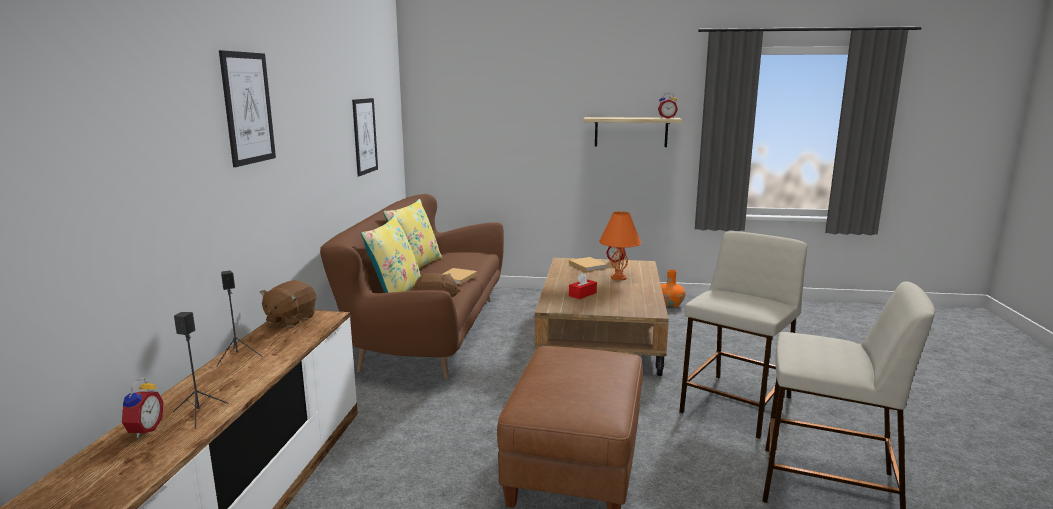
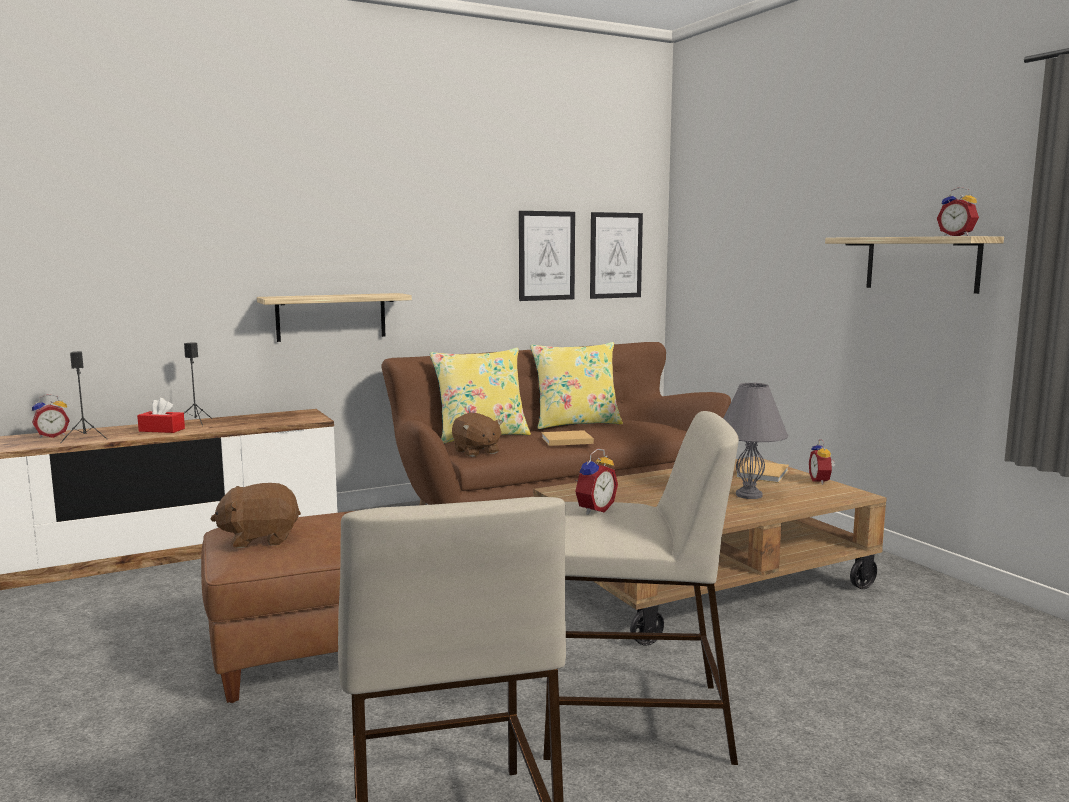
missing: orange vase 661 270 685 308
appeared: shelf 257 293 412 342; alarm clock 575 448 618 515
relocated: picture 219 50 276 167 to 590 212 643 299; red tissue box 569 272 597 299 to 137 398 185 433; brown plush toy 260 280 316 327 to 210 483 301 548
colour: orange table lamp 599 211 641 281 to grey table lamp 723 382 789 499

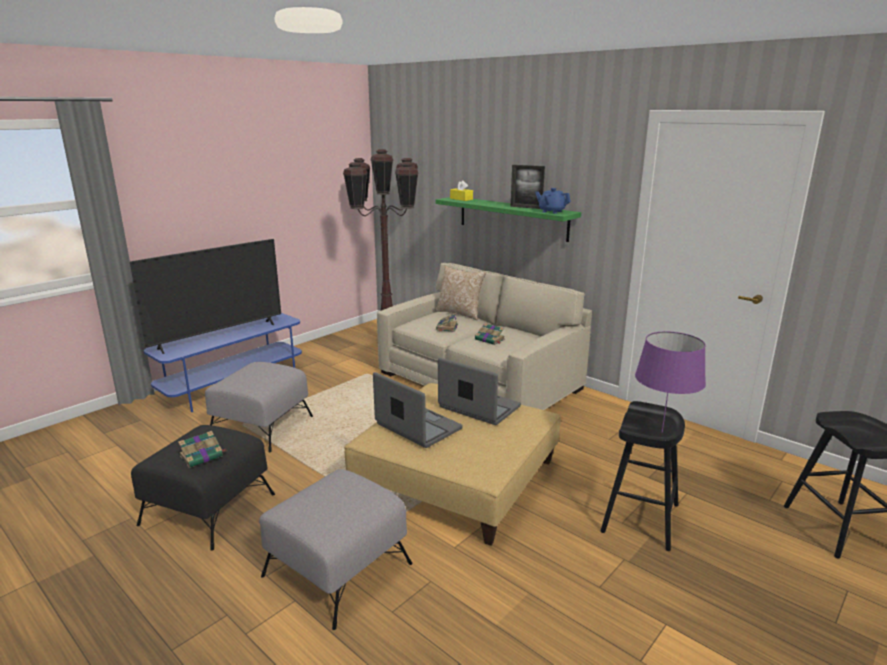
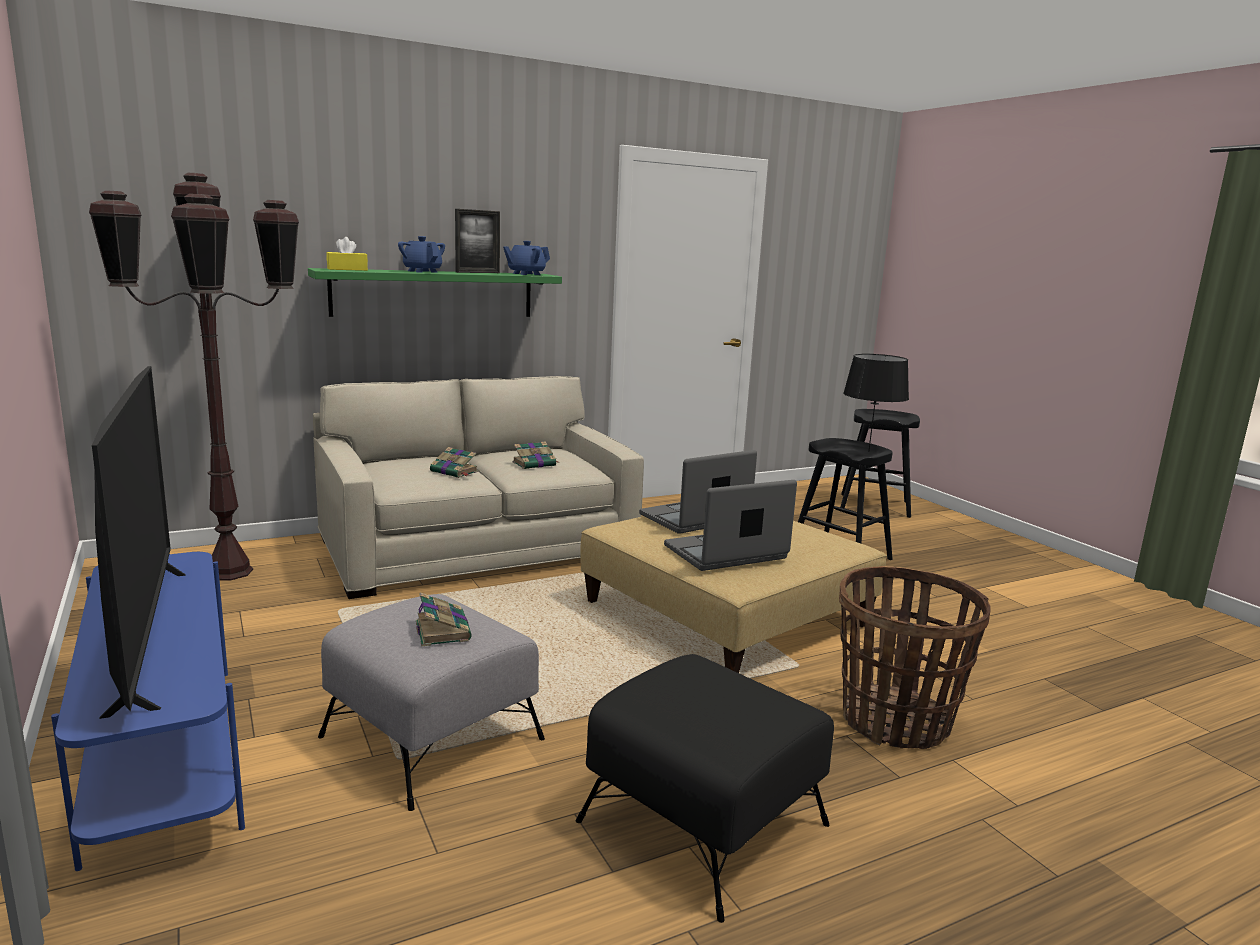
missing: pillow 435 266 486 320
appeared: blue teapot 398 236 445 273
relocated: book 178 431 228 468 to 416 592 472 646
exchanged: grey ottoman 259 469 412 630 to basket 839 566 991 749
colour: purple table lamp 635 331 706 433 to black table lamp 843 354 909 452

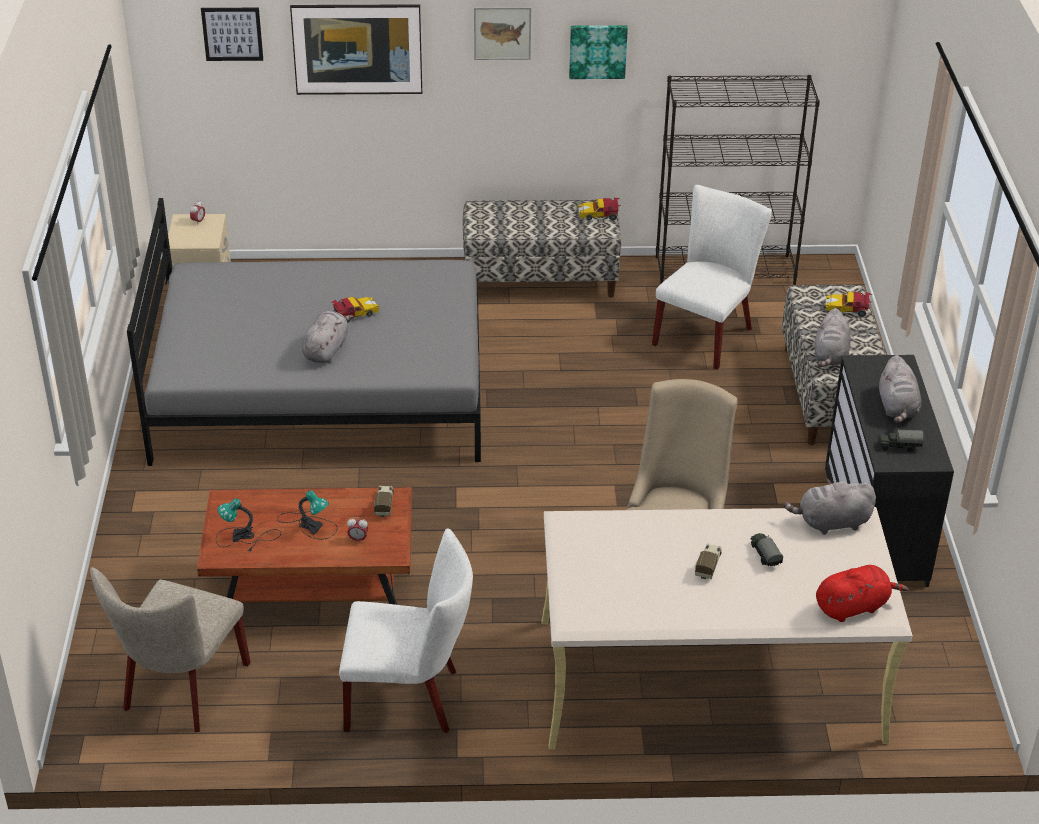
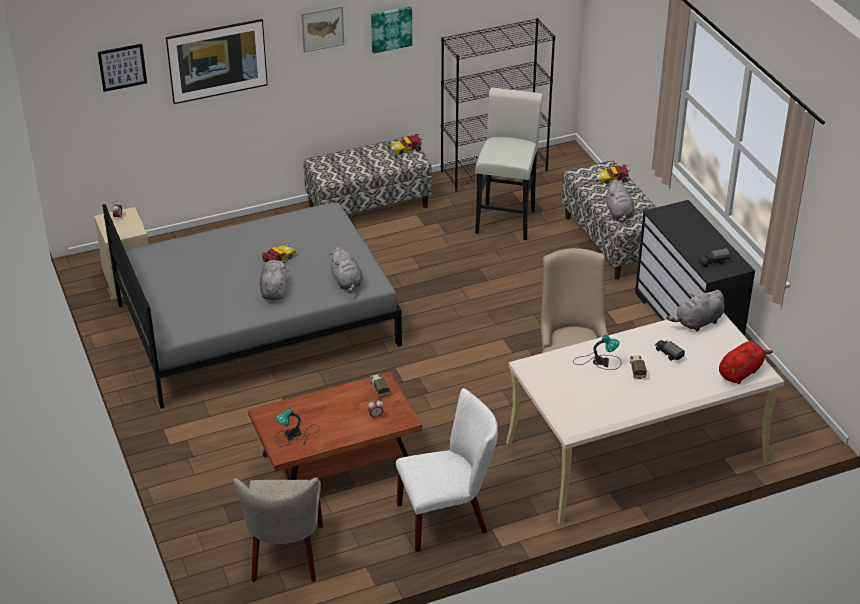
relocated: grey plush toy 879 355 921 423 to 329 247 363 293; table lamp 277 490 337 539 to 573 335 621 370
exchanged: white chair 652 185 772 370 to white stool 475 88 543 240

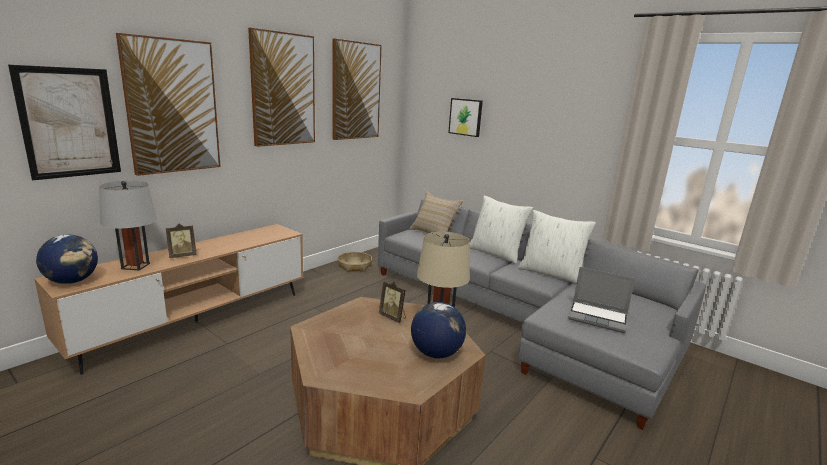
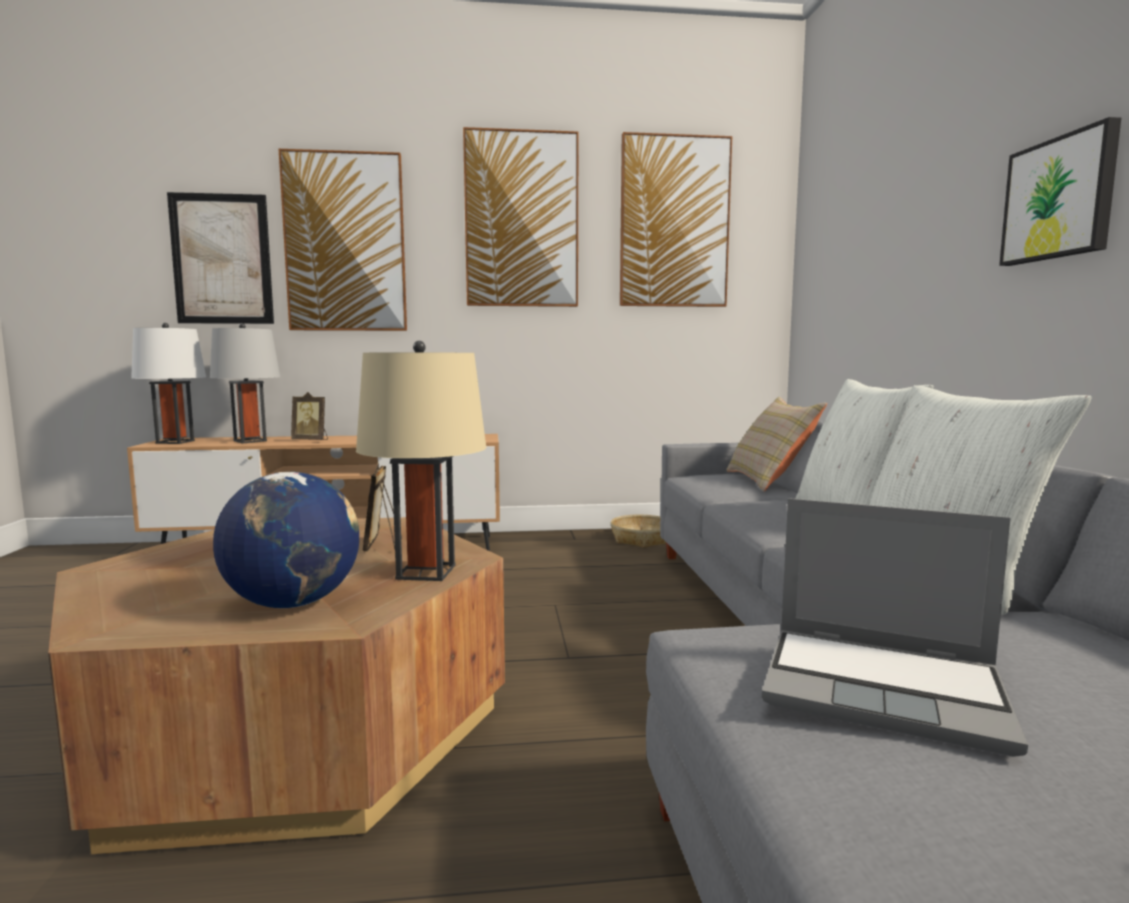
relocated: picture 448 98 483 137 to 999 117 1121 266
exchanged: globe 36 235 98 284 to white table lamp 131 323 206 444
spun: laptop 568 267 635 333 = 762 498 1028 757 45 degrees counterclockwise

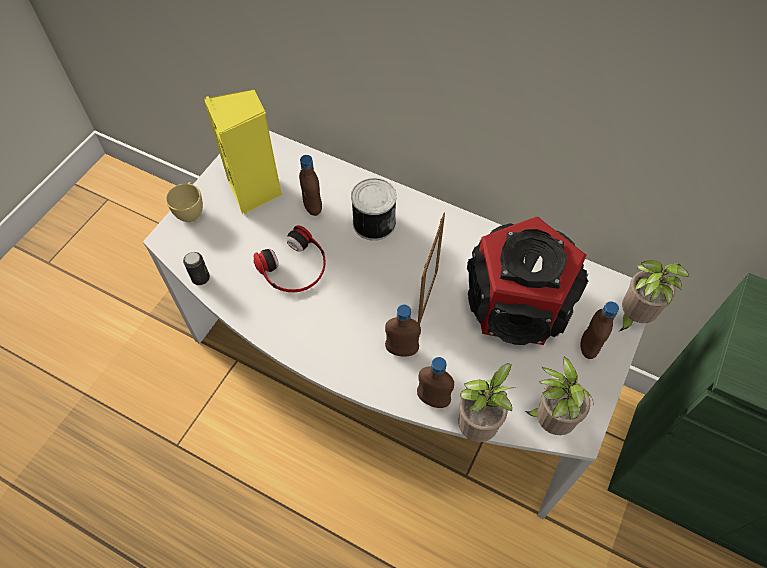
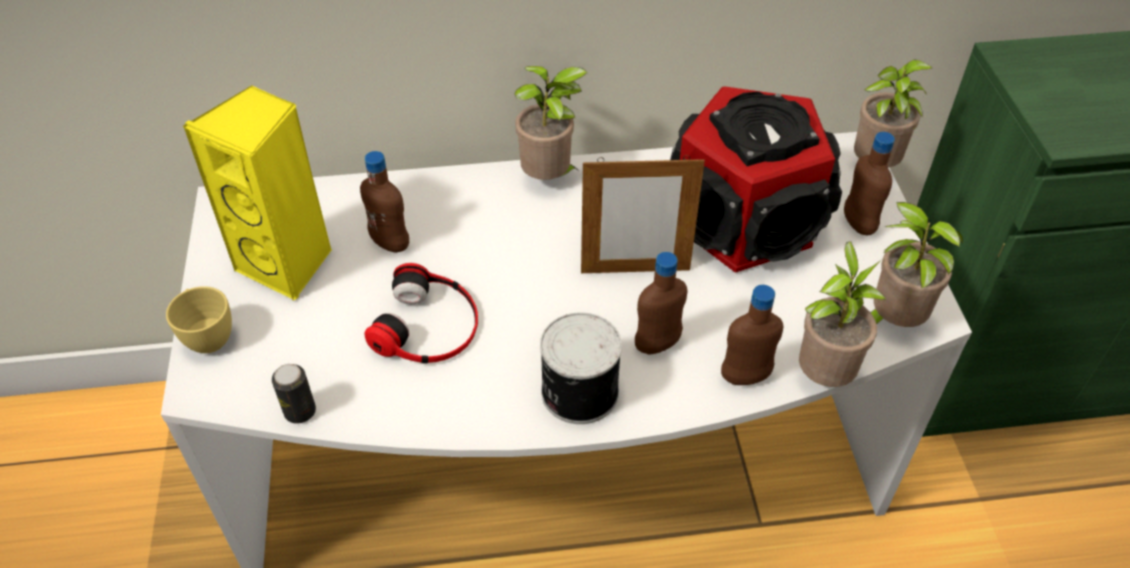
appeared: potted plant 515 66 587 180
relocated: can 351 178 397 241 to 540 312 622 424
spun: picture frame 418 213 445 324 = 581 155 705 273 105 degrees clockwise

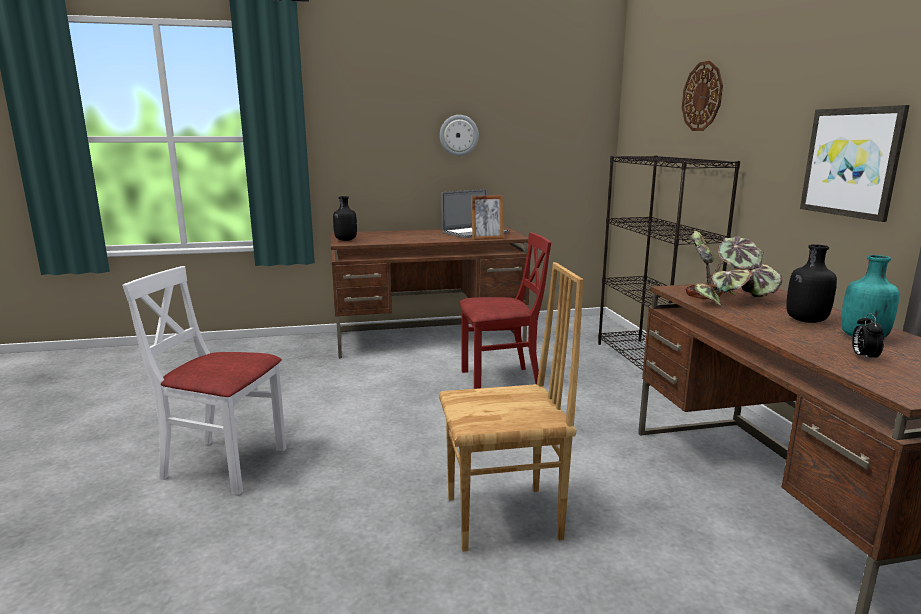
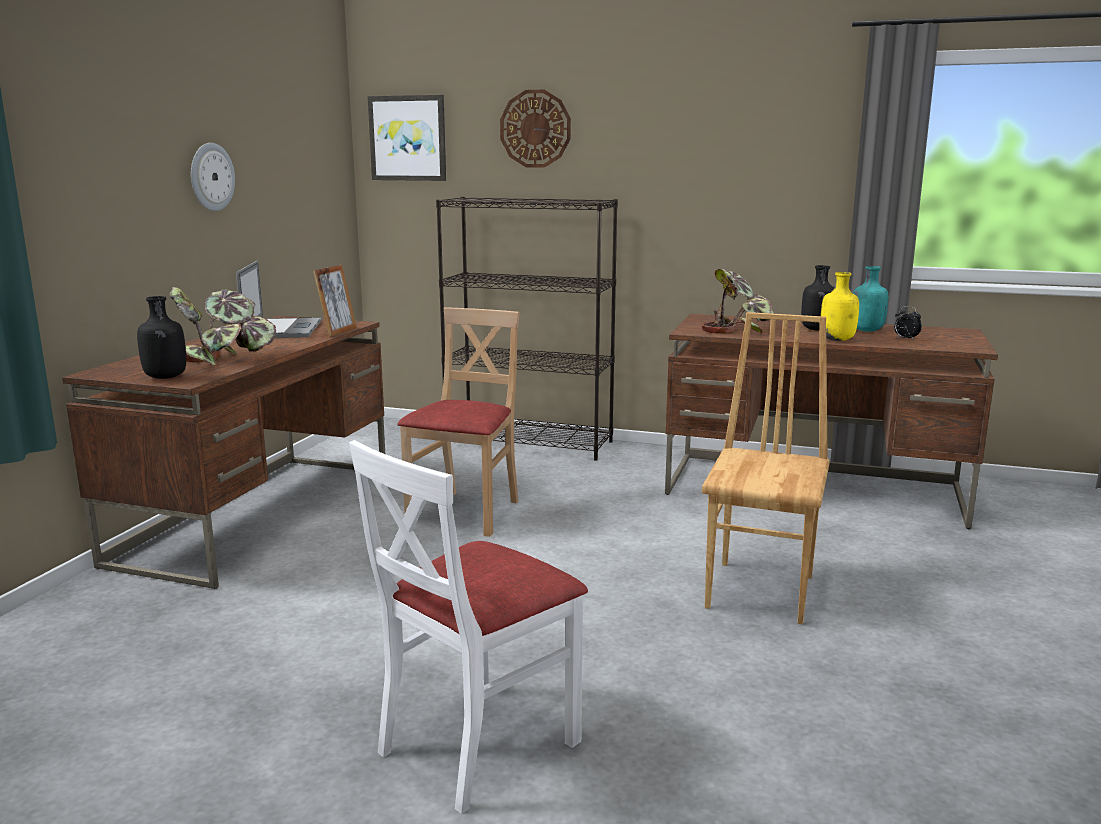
appeared: yellow bottle 821 272 859 341; potted plant 169 287 276 366
relocated: picture 800 105 910 222 to 368 95 446 181
colour: red chair 459 232 551 389 to beige chair 397 307 520 537

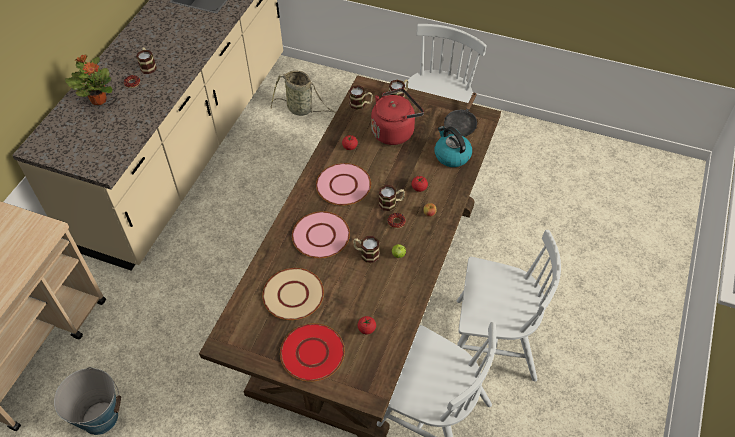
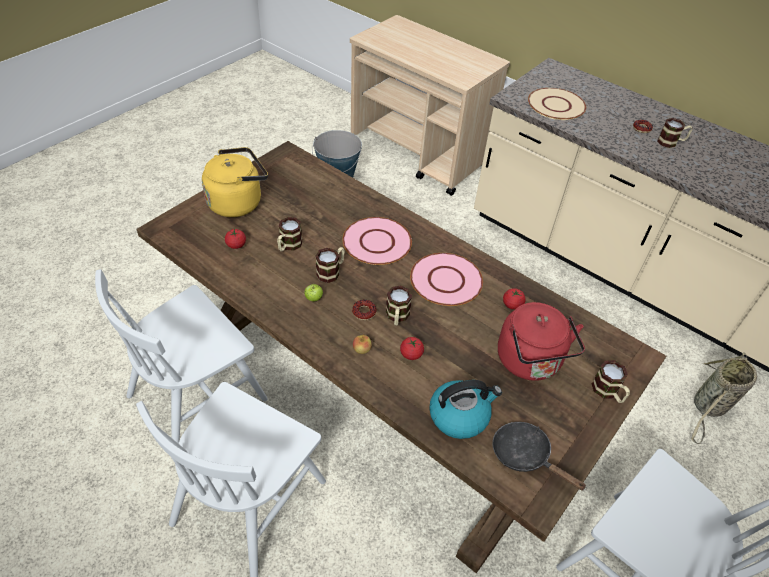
missing: potted plant 65 54 113 105
relocated: mug 349 85 373 110 to 277 217 302 252; beige plate 262 268 324 320 to 528 88 586 120
exchanged: red plate 280 323 345 382 to yellow kettle 202 147 268 217

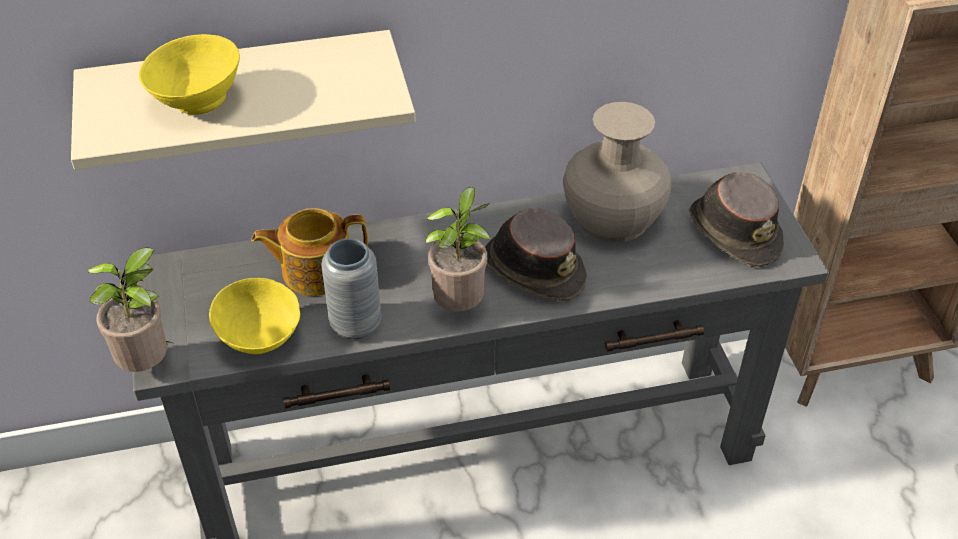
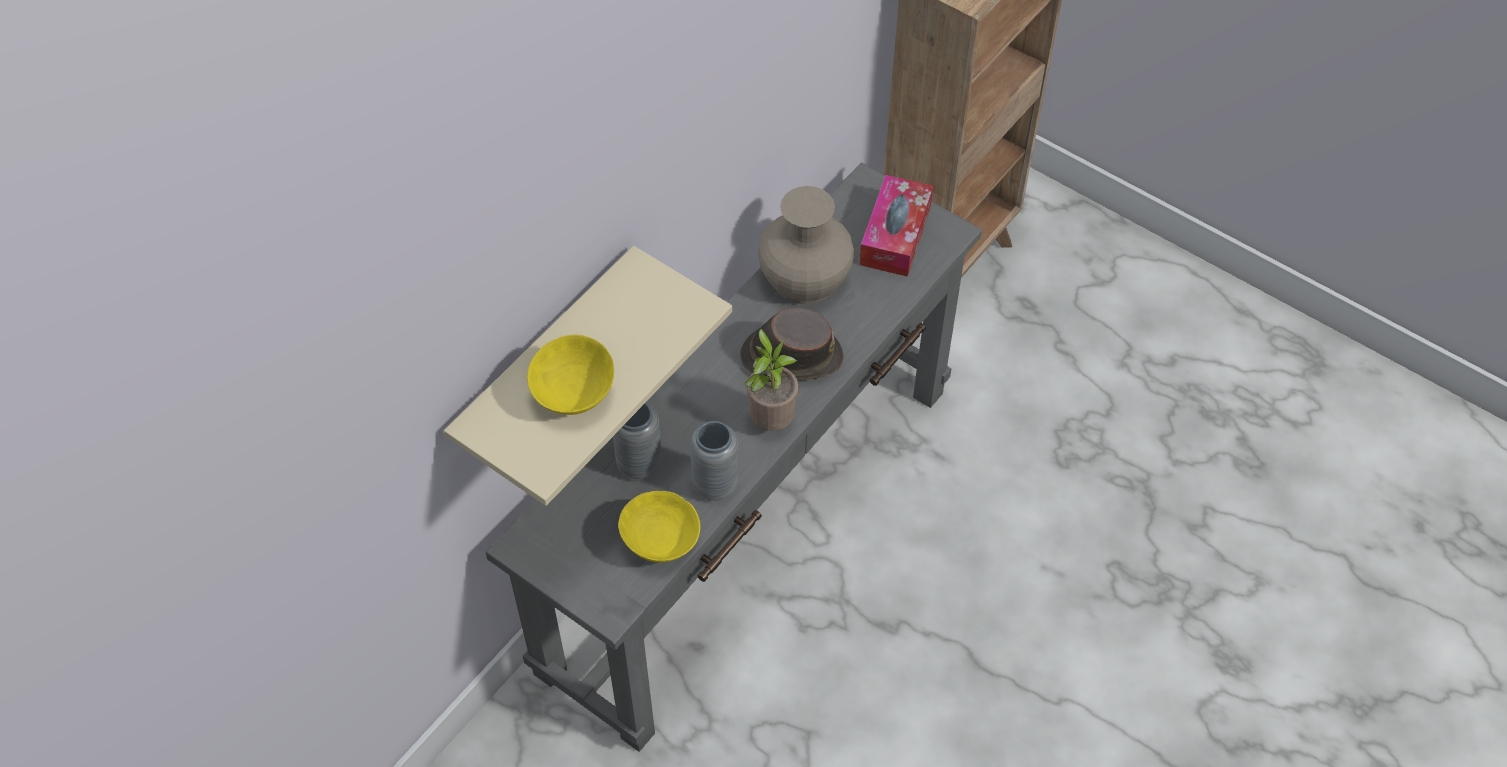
missing: potted plant 88 247 175 372
exchanged: brown hat 689 172 784 267 to tissue box 859 175 933 277; teapot 251 208 368 296 to grey vase 613 403 662 479

